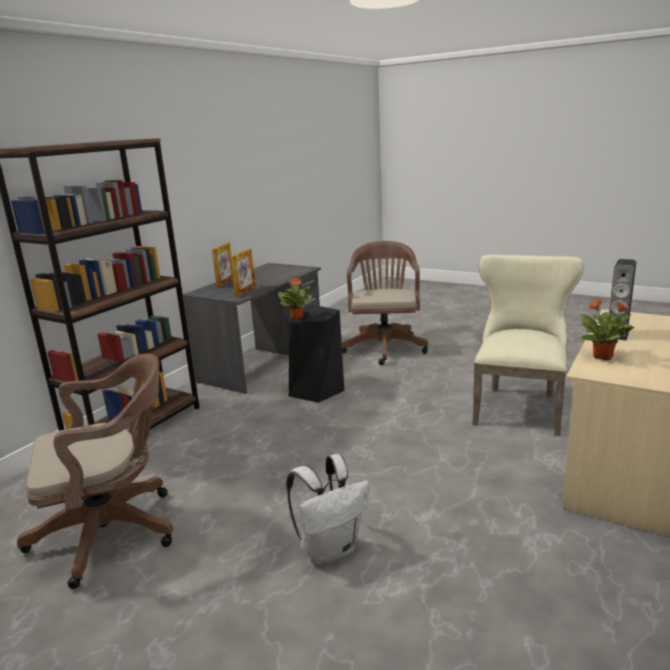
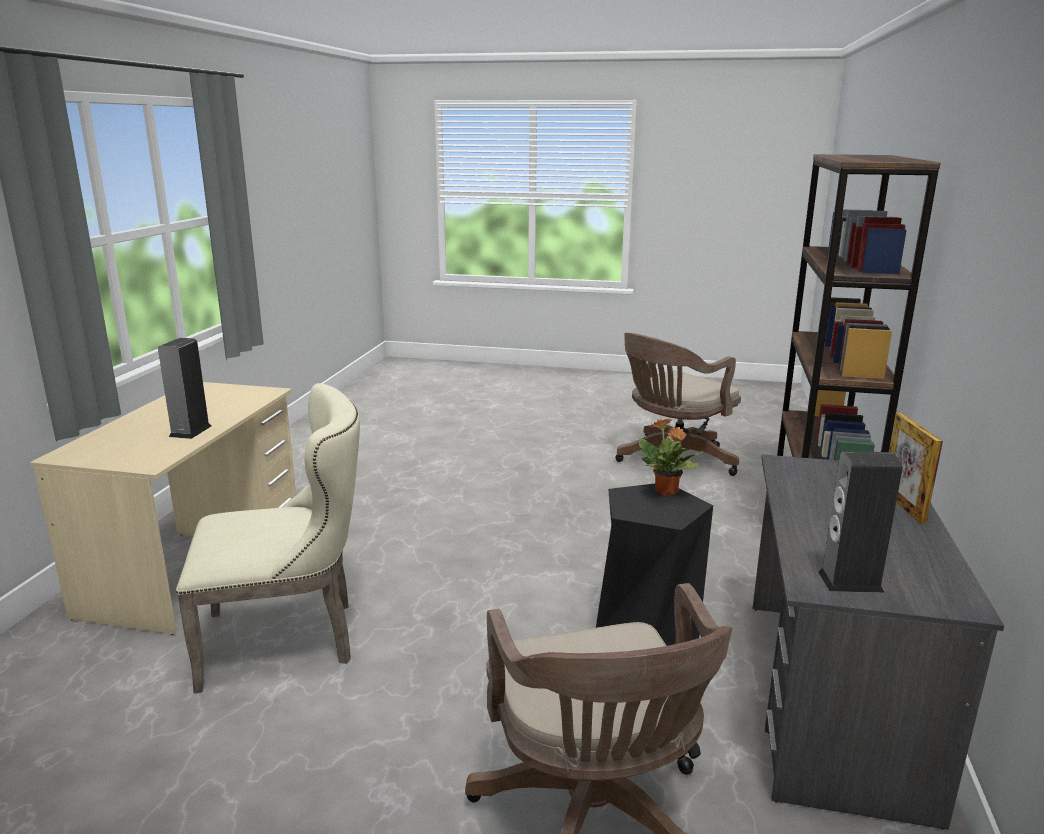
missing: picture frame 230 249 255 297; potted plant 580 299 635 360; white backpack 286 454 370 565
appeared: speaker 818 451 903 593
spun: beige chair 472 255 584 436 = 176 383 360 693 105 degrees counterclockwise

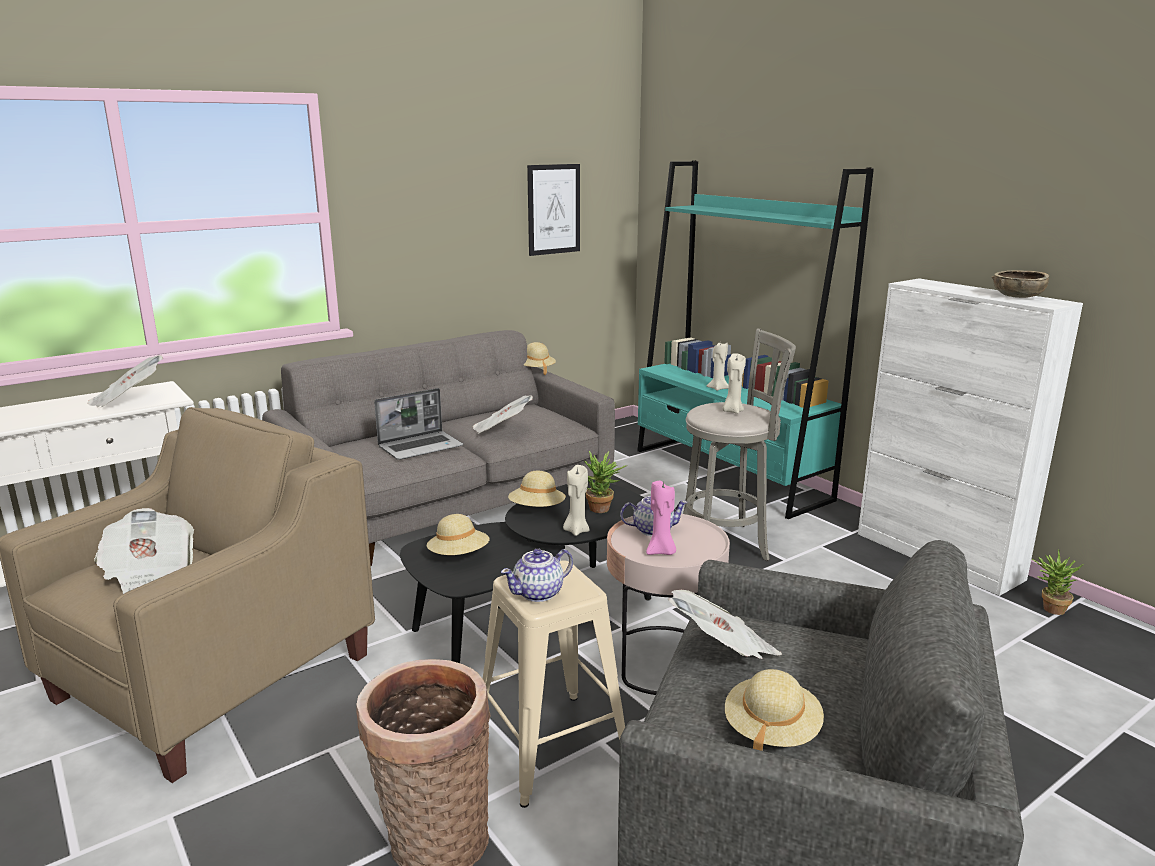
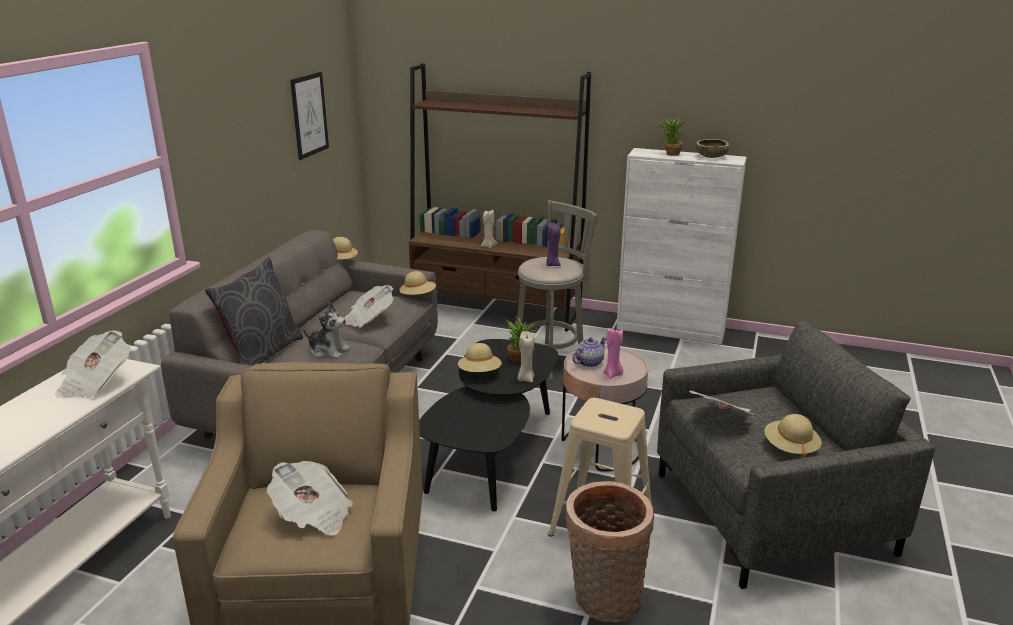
missing: teapot 501 548 573 602
appeared: grey pillow 205 257 303 366
relocated: beige hat 427 514 490 555 to 399 271 436 295; potted plant 1032 549 1084 615 to 658 115 686 156
exchanged: laptop 374 388 463 460 to plush toy 303 303 350 359
colour: turquoise bookcase 637 161 874 519 to brown bookcase 409 63 591 332; beige candle 722 353 746 414 to purple candle 546 223 561 266

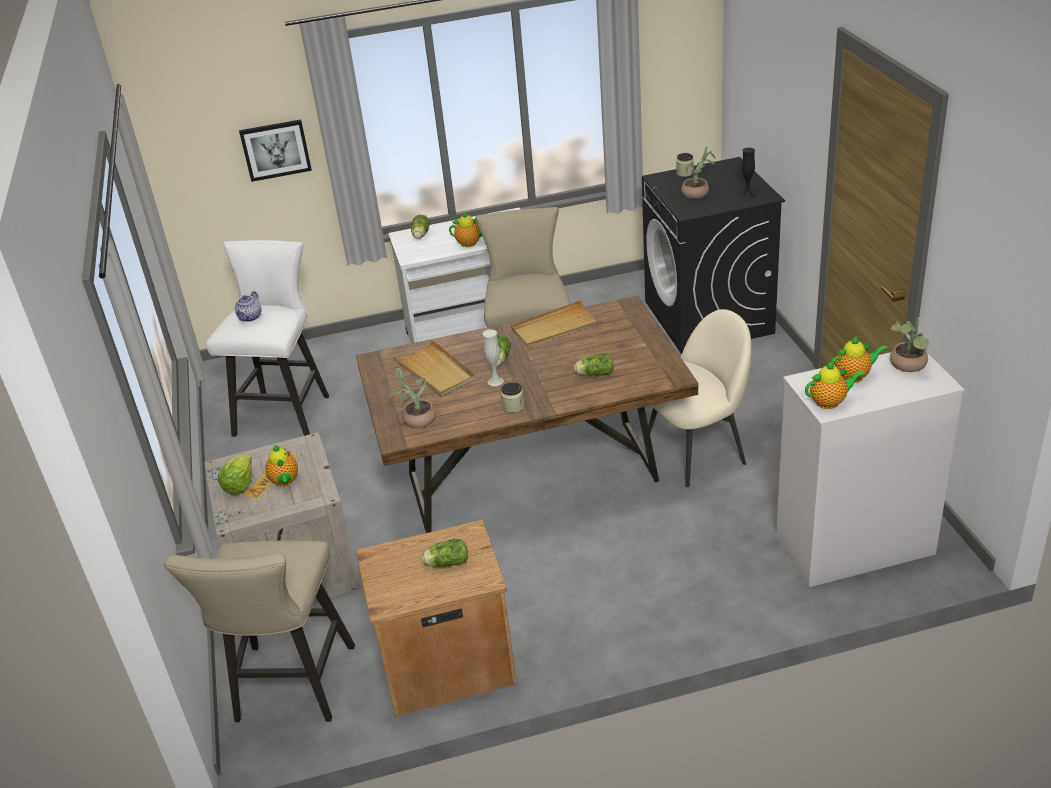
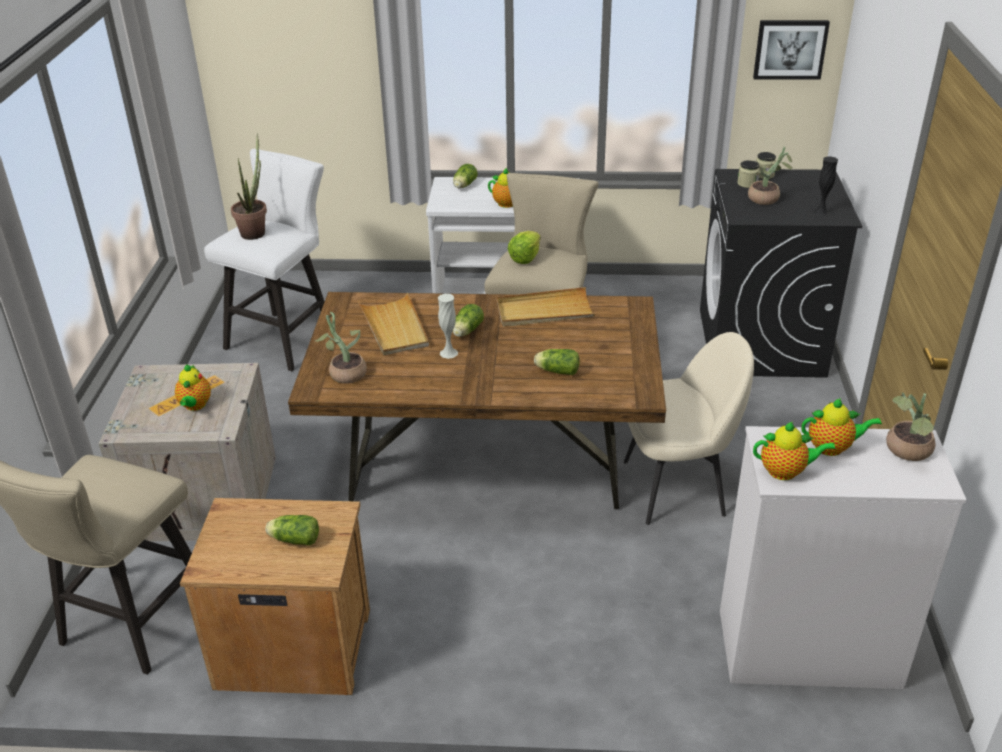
relocated: picture 239 119 312 182 to 753 20 830 80; jar 501 382 524 413 to 737 160 760 188; lettuce 218 454 252 494 to 508 231 541 264
exchanged: teapot 235 291 261 322 to potted plant 231 134 267 240

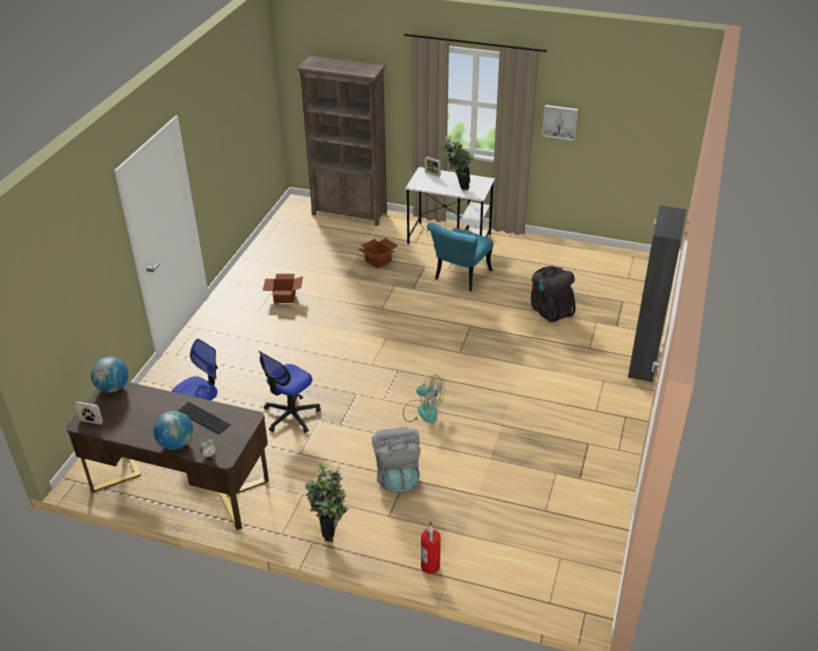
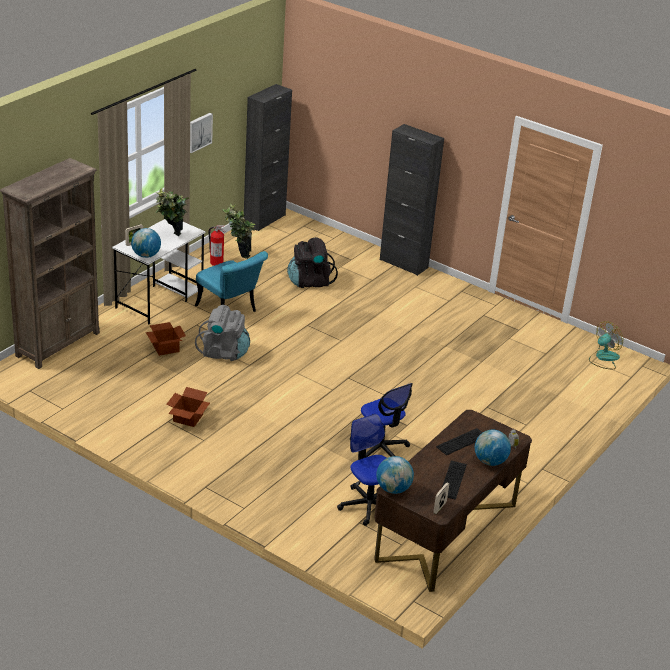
appeared: black cabinet 244 84 292 231; globe 131 228 161 258; keyboard 442 461 467 500
relocated: fan 403 375 444 423 to 589 322 624 369; grey backpack 372 427 421 492 to 195 305 250 361; potted plant 305 463 349 542 to 222 204 255 259; fire extinguisher 421 522 441 574 to 209 225 226 266

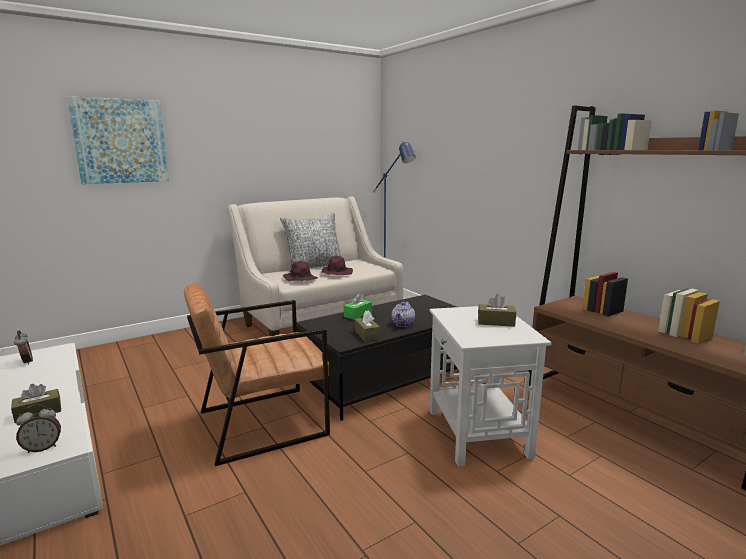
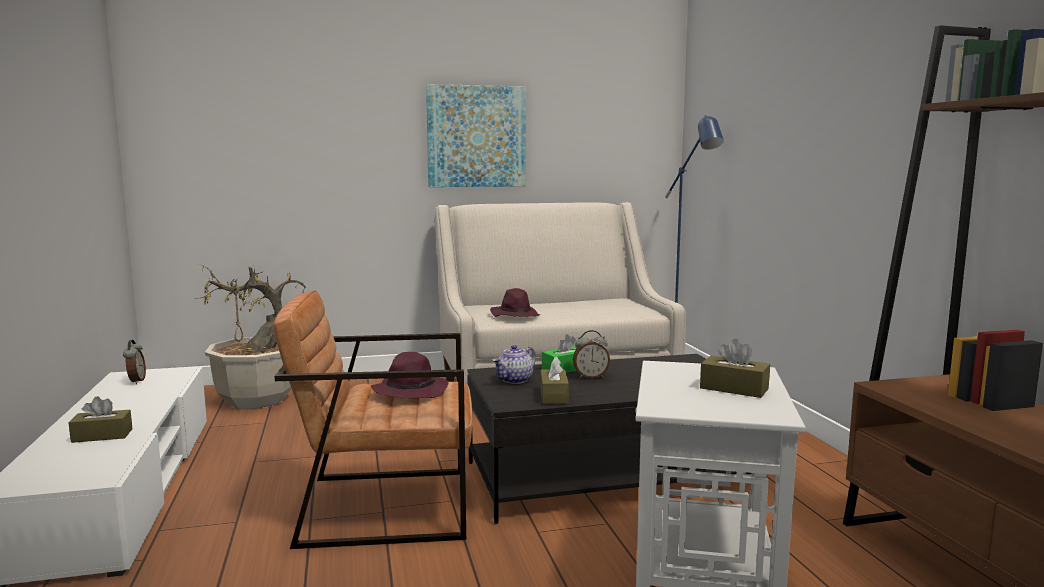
missing: pillow 280 213 342 272
appeared: potted plant 195 265 306 409
relocated: picture 67 96 169 184 to 426 84 526 187; purple hat 321 256 353 275 to 371 352 449 398; teapot 391 302 415 327 to 492 345 536 384; alarm clock 16 404 61 453 to 573 330 610 379

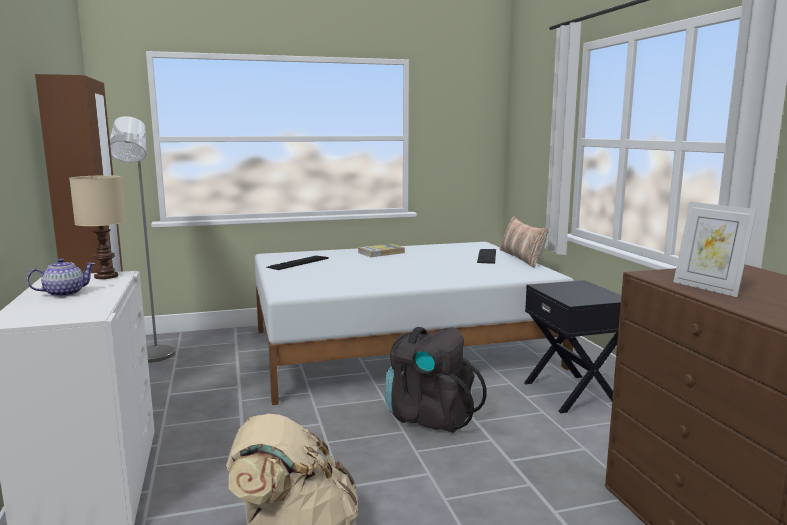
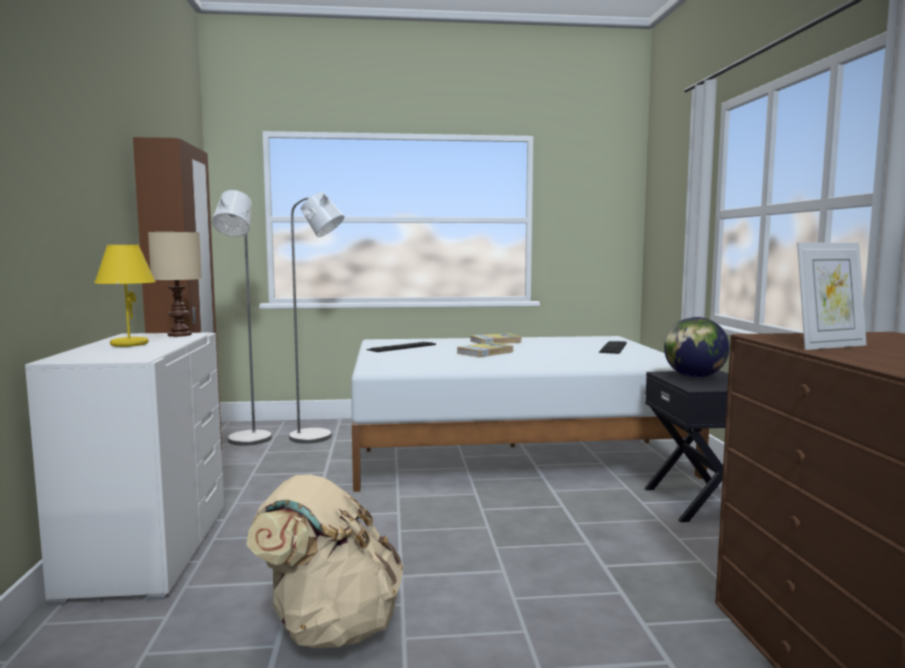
missing: pillow 500 216 549 268; black backpack 385 327 487 433
appeared: grey floor lamp 289 192 344 444; globe 664 317 729 378; book 457 342 513 358
exchanged: teapot 27 258 96 297 to yellow table lamp 94 245 156 347
spun: picture frame 673 202 757 297 = 797 242 867 350 90 degrees counterclockwise

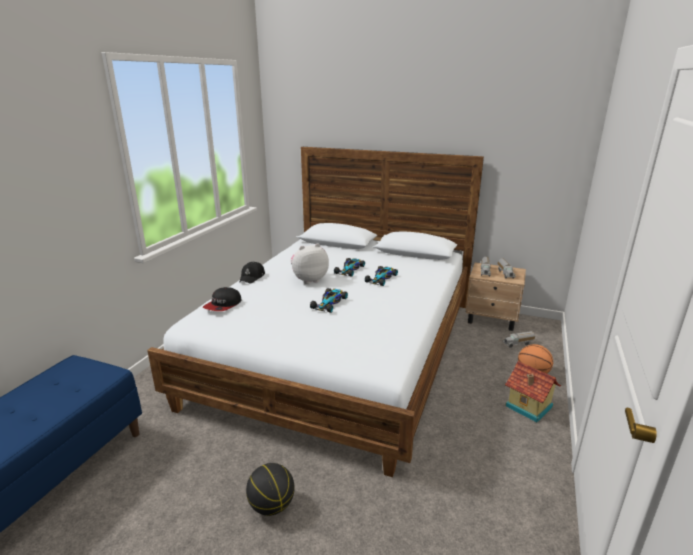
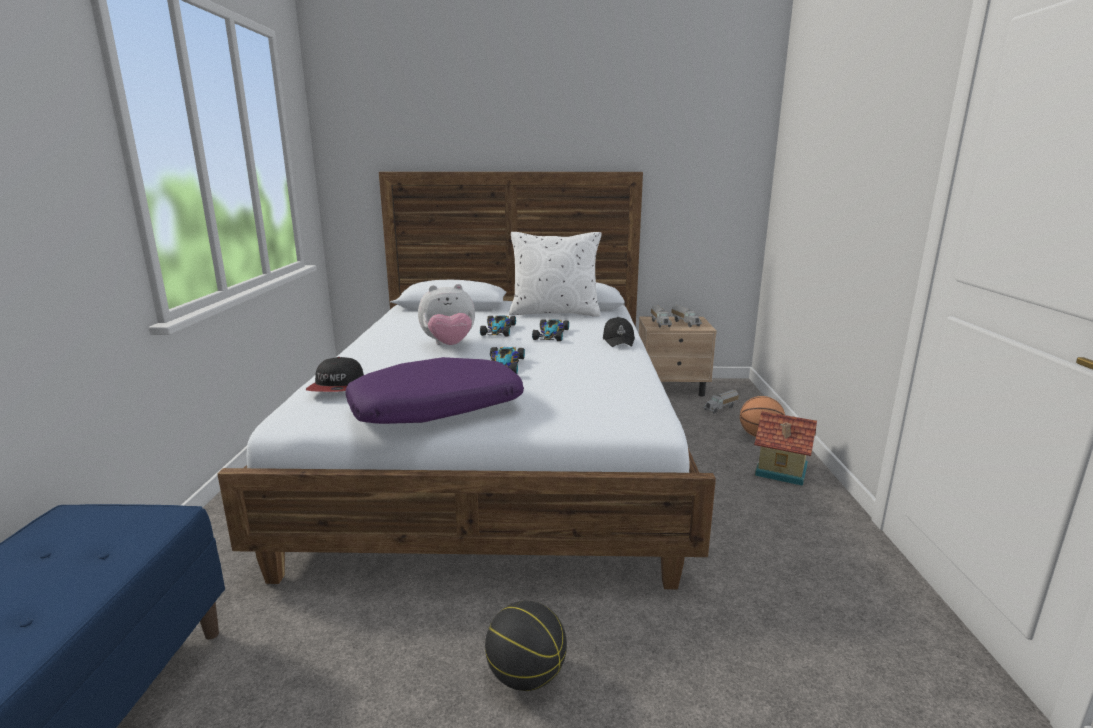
appeared: white pillow 509 232 602 316; purple pillow 345 357 524 424
relocated: black cap 240 262 265 284 to 603 317 635 347
spun: plush toy 291 243 329 284 = 418 284 475 345 150 degrees counterclockwise

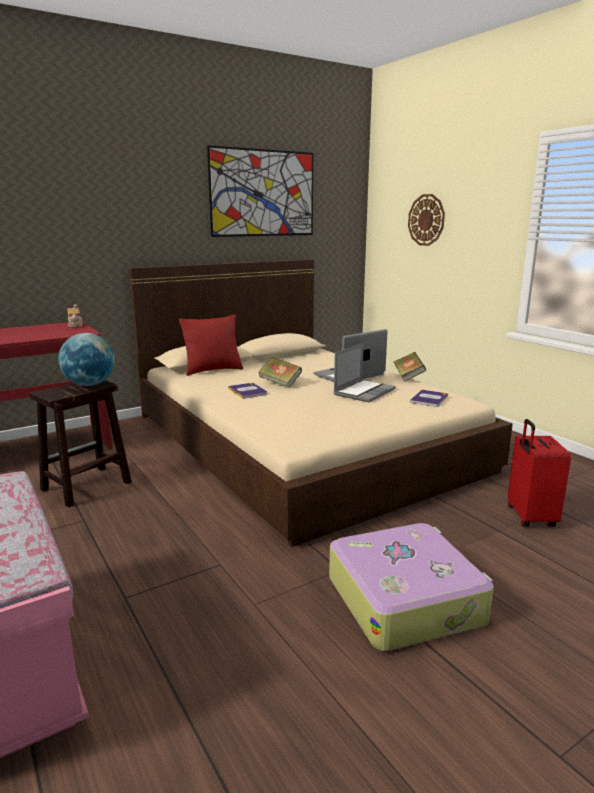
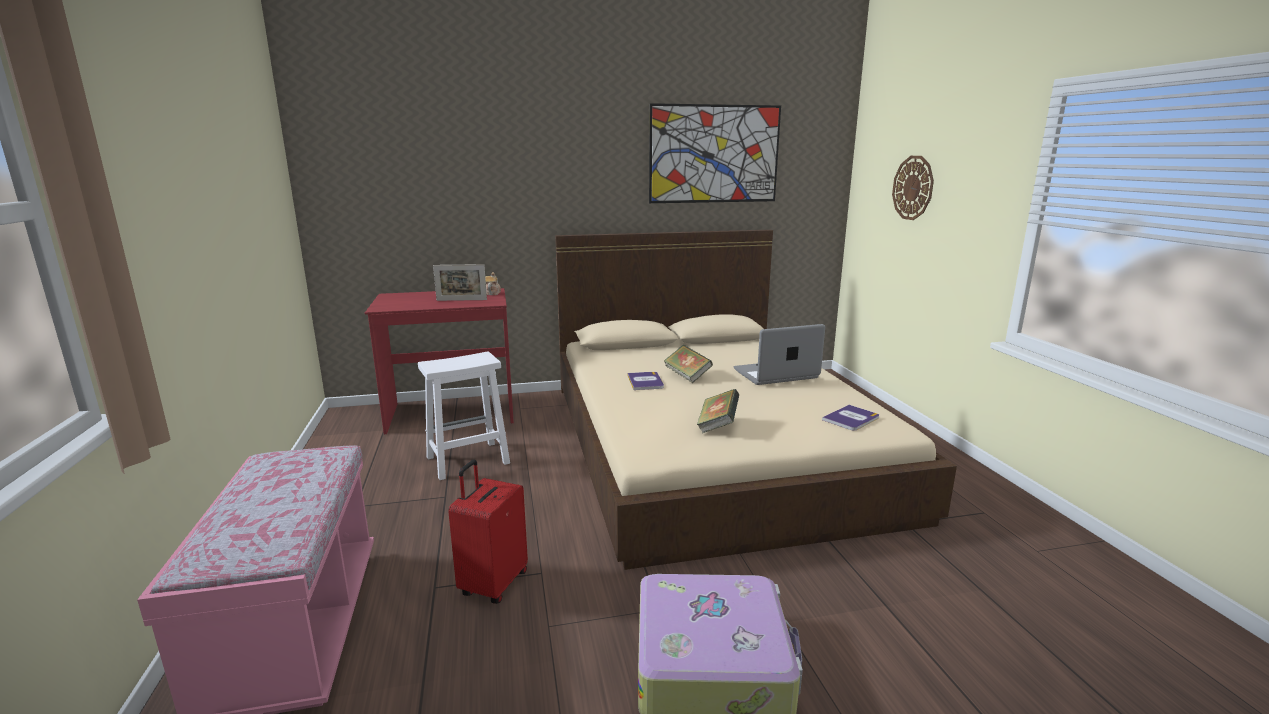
missing: red pillow 179 315 243 376; globe 58 333 115 386; laptop 333 343 396 402
appeared: picture frame 433 264 487 301
relocated: book 394 352 426 382 to 697 389 740 433; red suitcase 508 419 571 527 to 448 460 528 604
colour: brown stool 29 380 132 508 to white stool 418 352 510 480

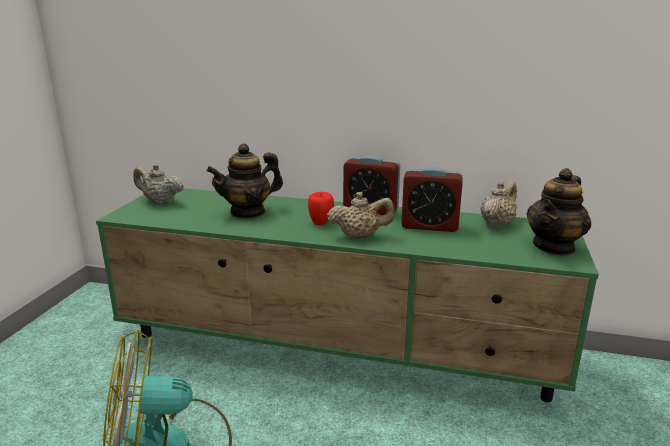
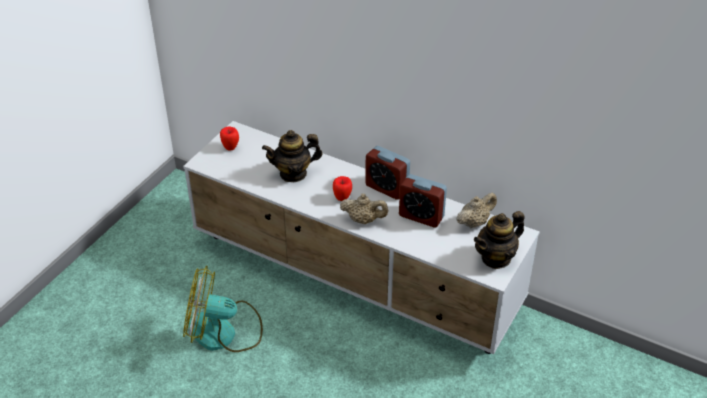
exchanged: beige teapot 133 164 184 205 to apple 220 127 239 151
colour: green tv stand 96 188 599 402 to white tv stand 183 121 540 354

